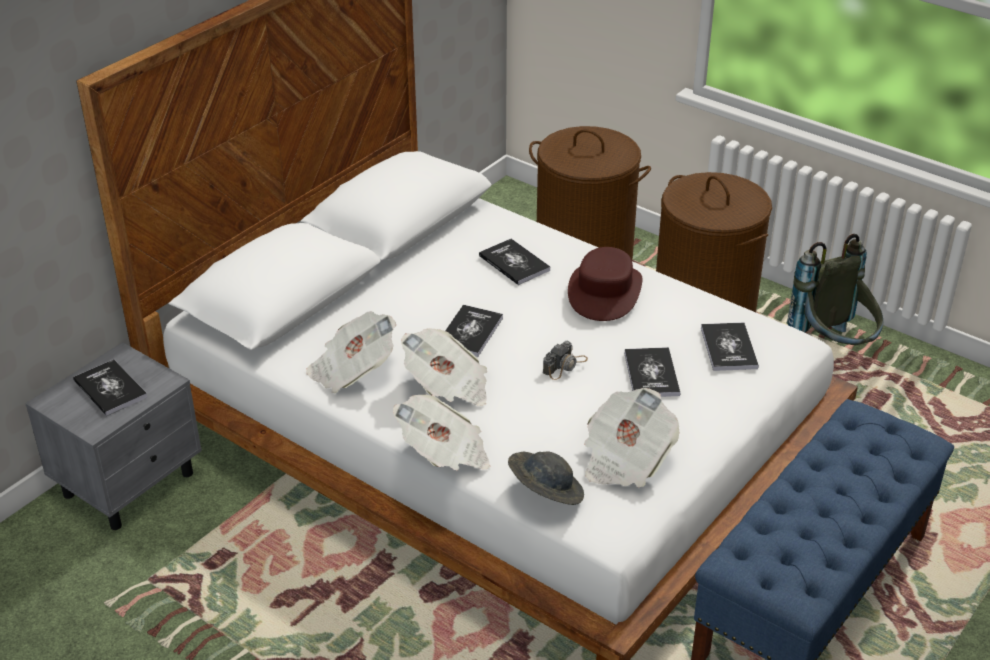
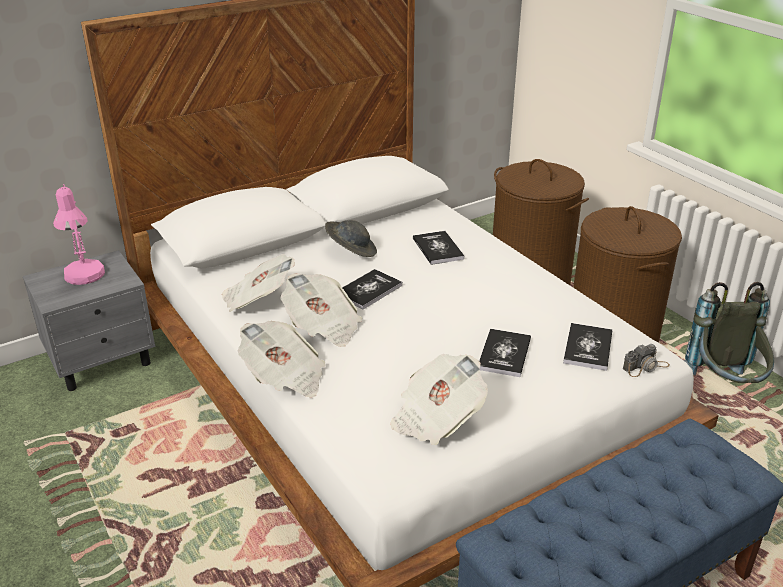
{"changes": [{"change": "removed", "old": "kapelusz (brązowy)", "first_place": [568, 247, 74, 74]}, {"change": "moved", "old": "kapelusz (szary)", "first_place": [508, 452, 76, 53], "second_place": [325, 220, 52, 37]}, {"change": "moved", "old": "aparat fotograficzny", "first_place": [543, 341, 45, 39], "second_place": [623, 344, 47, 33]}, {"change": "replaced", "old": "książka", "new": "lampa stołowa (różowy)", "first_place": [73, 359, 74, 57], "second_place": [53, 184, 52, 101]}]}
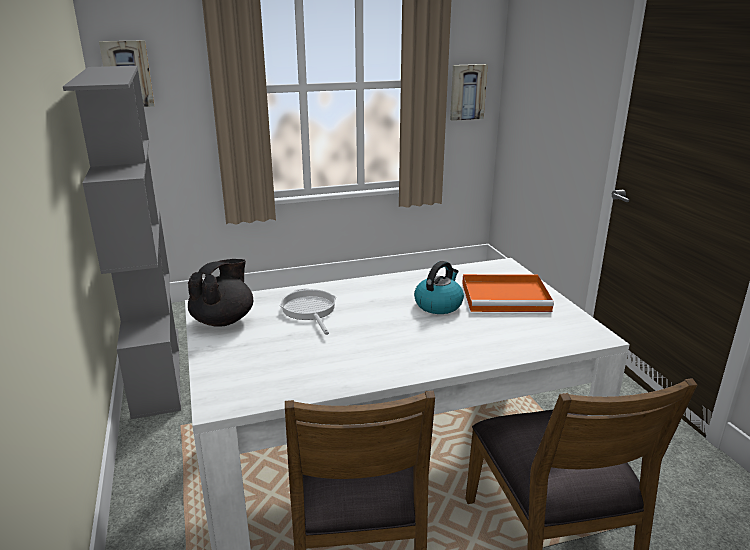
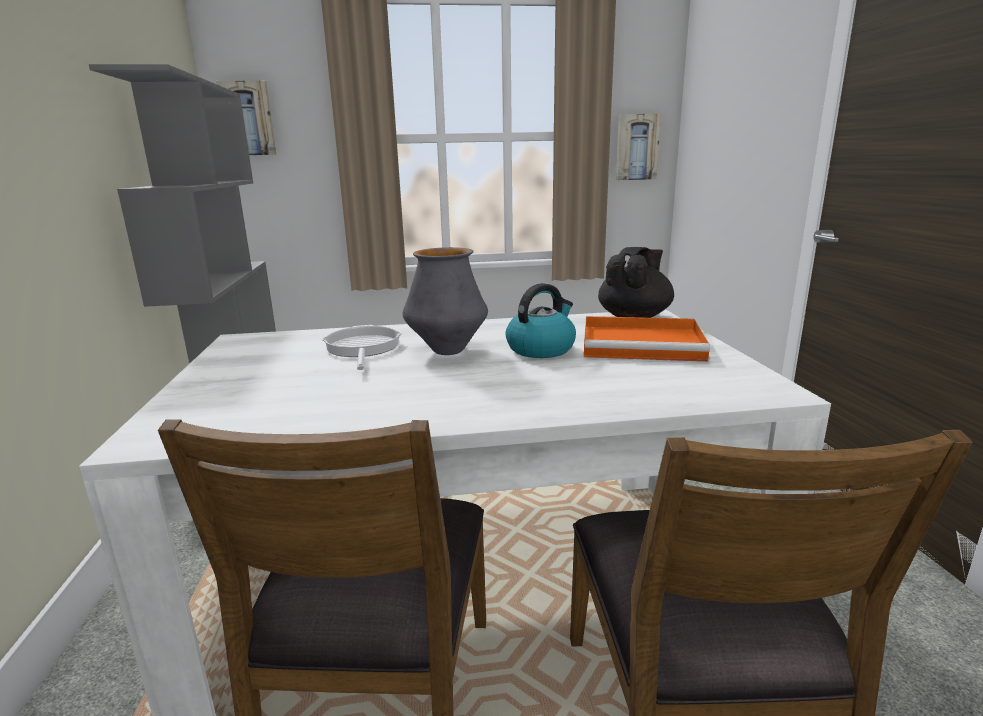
{"changes": [{"change": "added", "new": "wazon", "second_place": [403, 247, 85, 108]}, {"change": "moved", "old": "imbryk (czarny)", "first_place": [188, 259, 65, 68], "second_place": [598, 247, 76, 71]}]}
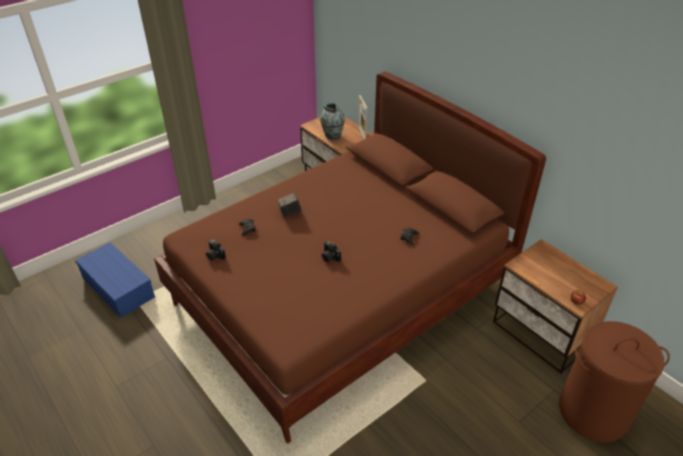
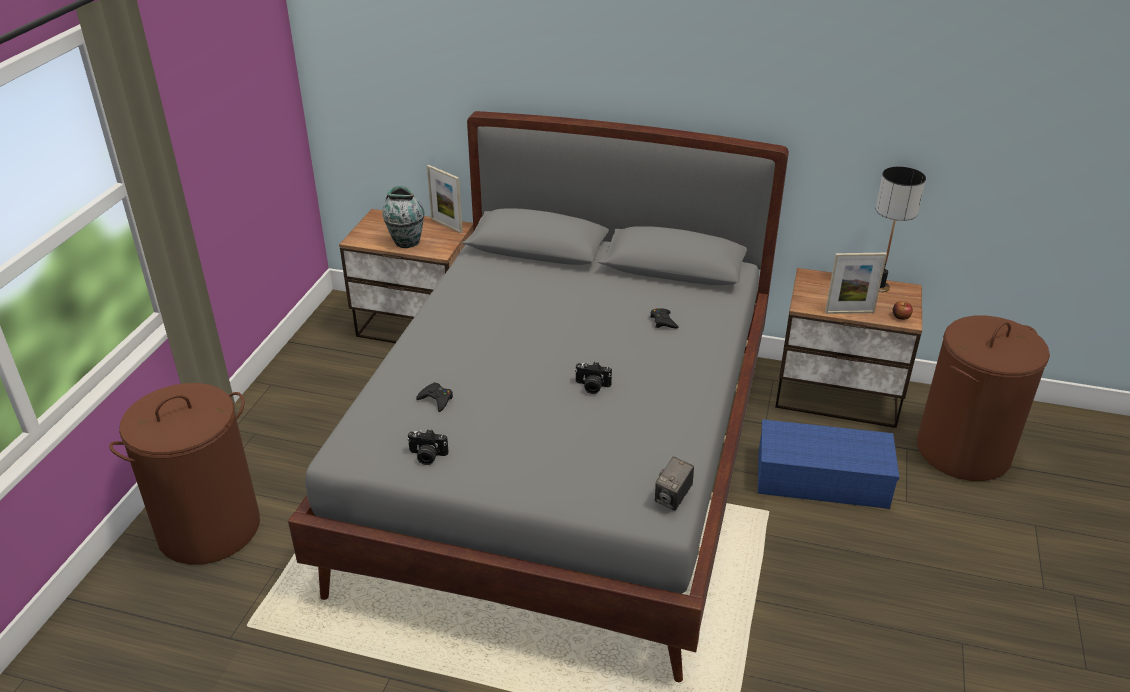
{"changes": [{"change": "added", "new": "kosz na pranie (brązowy)", "second_place": [109, 383, 151, 182]}, {"change": "added", "new": "ramka na zdjęcie", "second_place": [825, 253, 62, 61]}, {"change": "added", "new": "lampa stołowa", "second_place": [875, 167, 51, 125]}, {"change": "moved", "old": "pojemnik do przechowywania (niebieski)", "first_place": [75, 242, 80, 76], "second_place": [758, 419, 141, 90]}, {"change": "moved", "old": "aparat fotograficzny", "first_place": [277, 193, 25, 25], "second_place": [655, 456, 39, 55]}, {"change": "recoloured", "old": "łóżko (brązowy)", "new": "łóżko (szary)", "first_place": [154, 71, 392, 372], "second_place": [288, 111, 501, 571]}]}
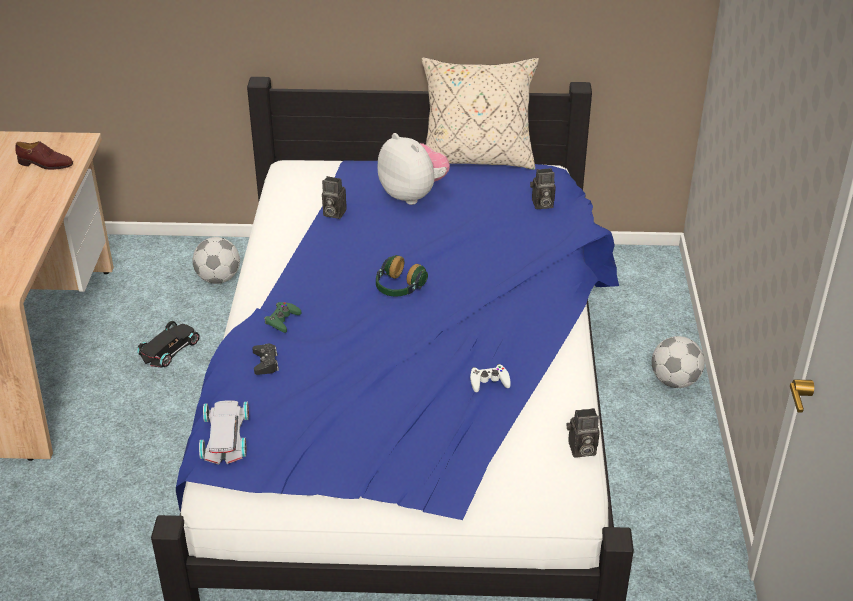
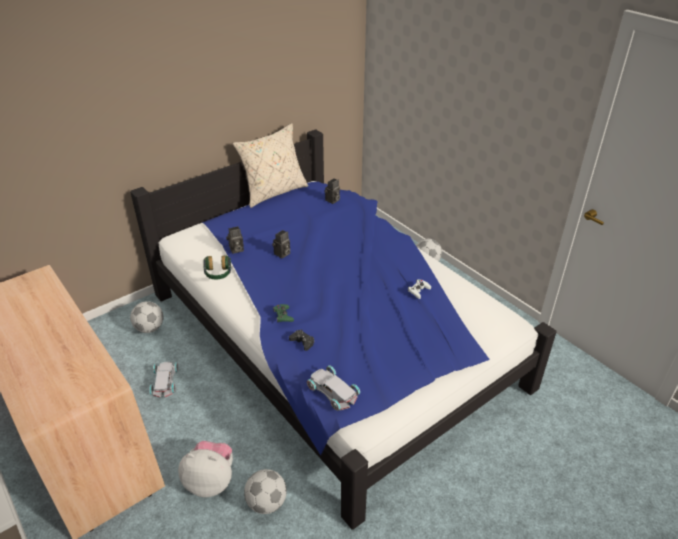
{"changes": [{"change": "removed", "old": "but (brązowy)", "first_place": [15, 141, 58, 29]}, {"change": "added", "new": "piłka futbolowa", "second_place": [244, 469, 43, 45]}, {"change": "moved", "old": "słuchawki", "first_place": [376, 255, 52, 42], "second_place": [203, 255, 28, 25]}, {"change": "moved", "old": "pluszak", "first_place": [378, 133, 72, 72], "second_place": [178, 441, 55, 56]}, {"change": "moved", "old": "aparat fotograficzny", "first_place": [567, 408, 33, 50], "second_place": [272, 230, 18, 28]}, {"change": "recoloured", "old": "samochodzik (czarny)", "new": "samochodzik (biały)", "first_place": [137, 321, 62, 47], "second_place": [149, 362, 29, 36]}]}
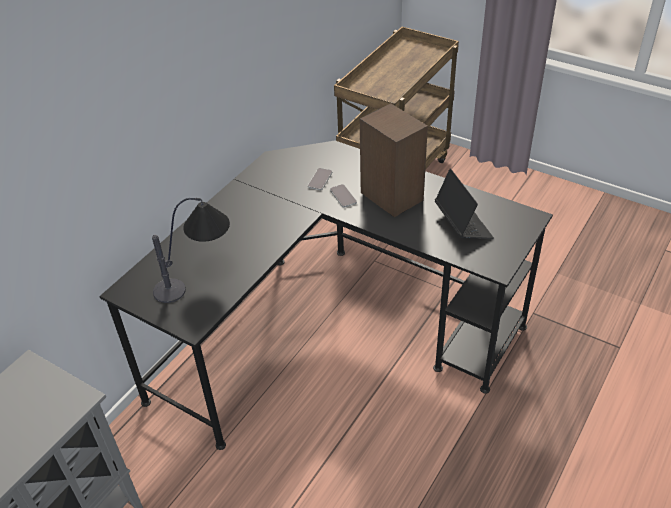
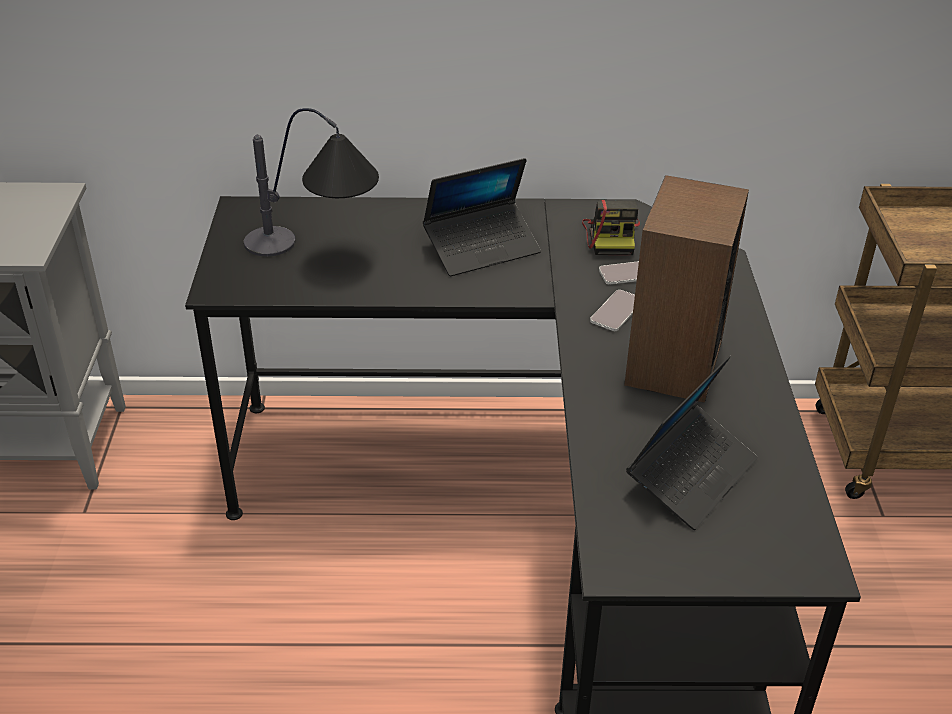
{"changes": [{"change": "added", "new": "laptop", "second_place": [423, 158, 118, 118]}, {"change": "added", "new": "aparat fotograficzny", "second_place": [582, 200, 58, 55]}]}
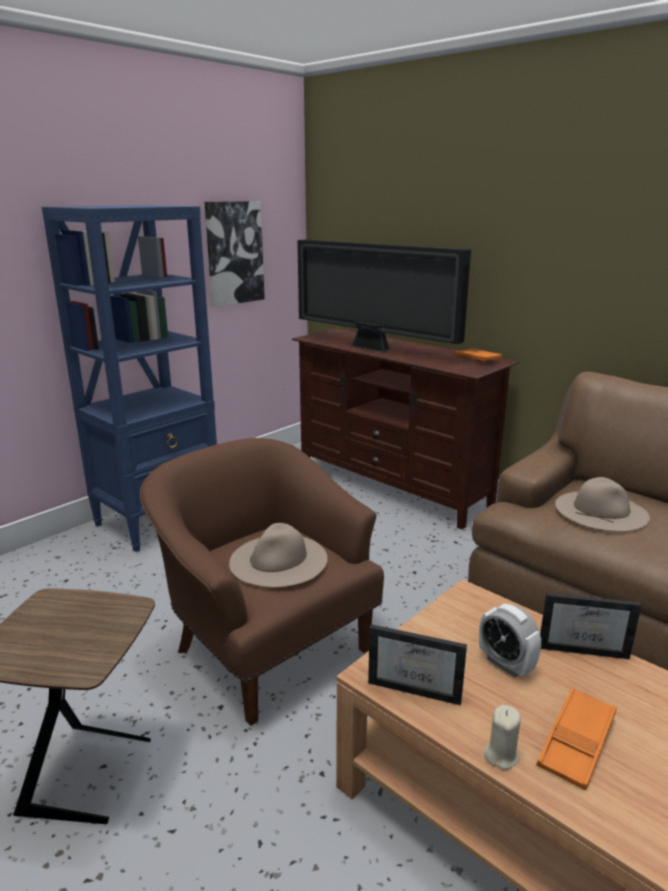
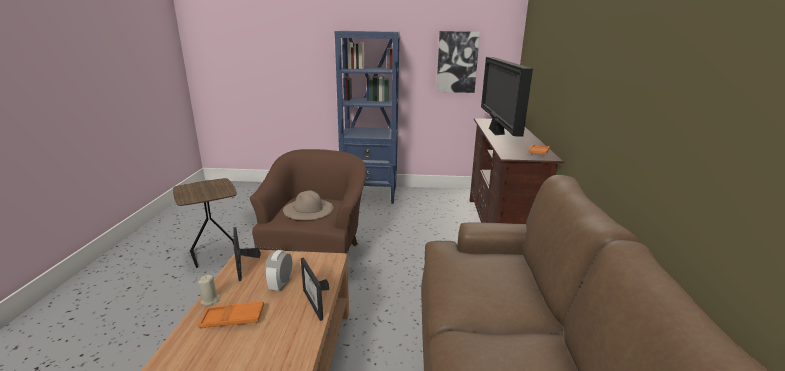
{"changes": [{"change": "removed", "old": "kapelusz (beżowy)", "first_place": [555, 477, 95, 55]}]}
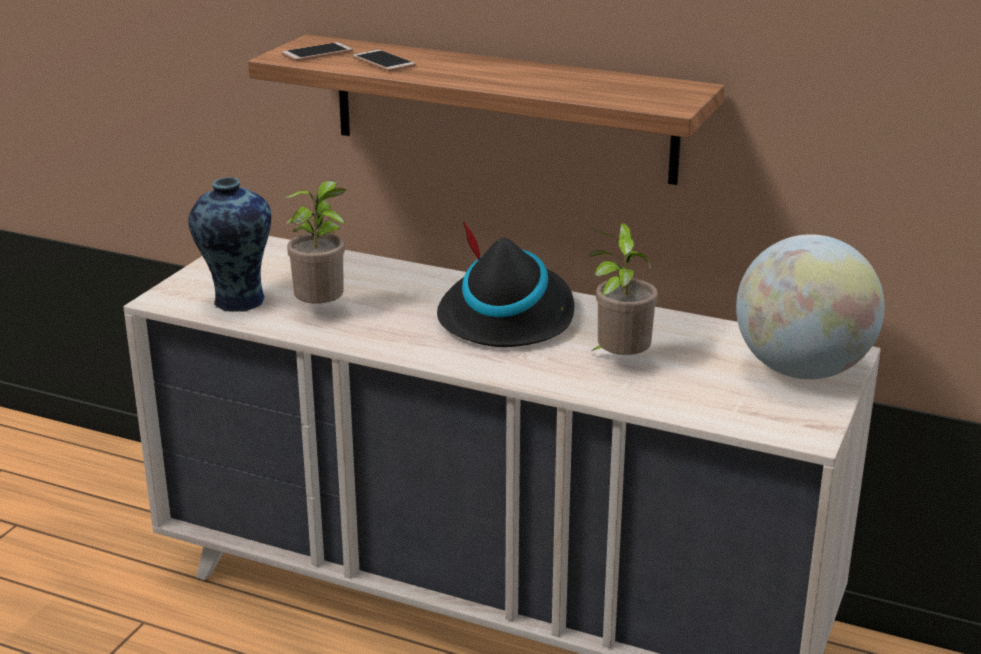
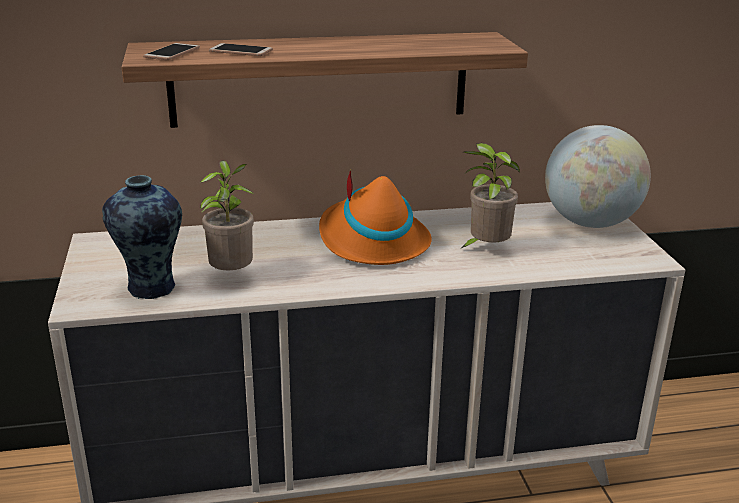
{"changes": [{"change": "recoloured", "old": "kapelusz (czarny)", "new": "kapelusz (pomarańczowy)", "first_place": [437, 221, 137, 126], "second_place": [319, 170, 113, 95]}]}
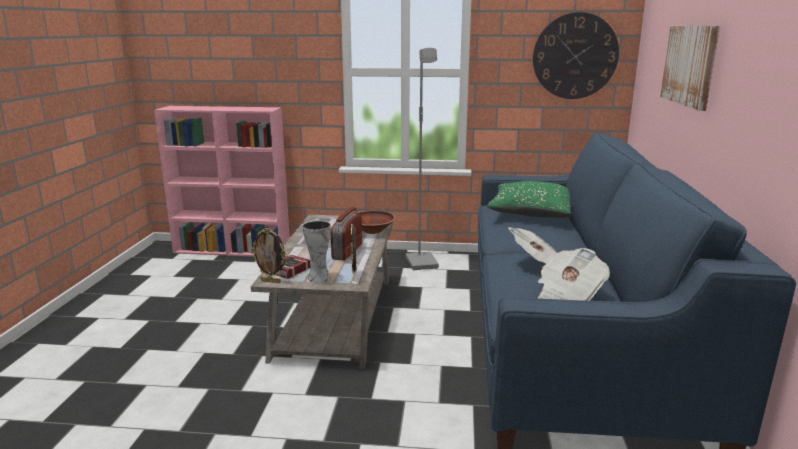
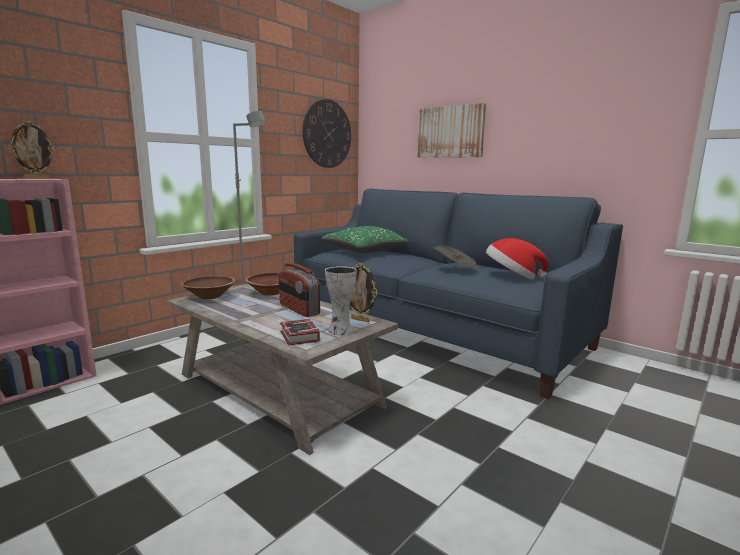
{"changes": [{"change": "added", "new": "miska (brązowy)", "second_place": [181, 276, 54, 23]}, {"change": "moved", "old": "ramka na zdjęcie", "first_place": [251, 228, 36, 55], "second_place": [9, 121, 46, 58]}, {"change": "replaced", "old": "gazeta", "new": "kapelusz", "first_place": [538, 248, 72, 53], "second_place": [486, 238, 62, 41]}]}
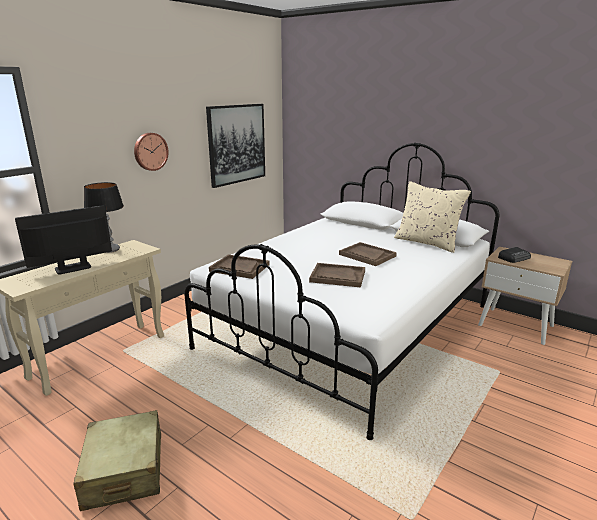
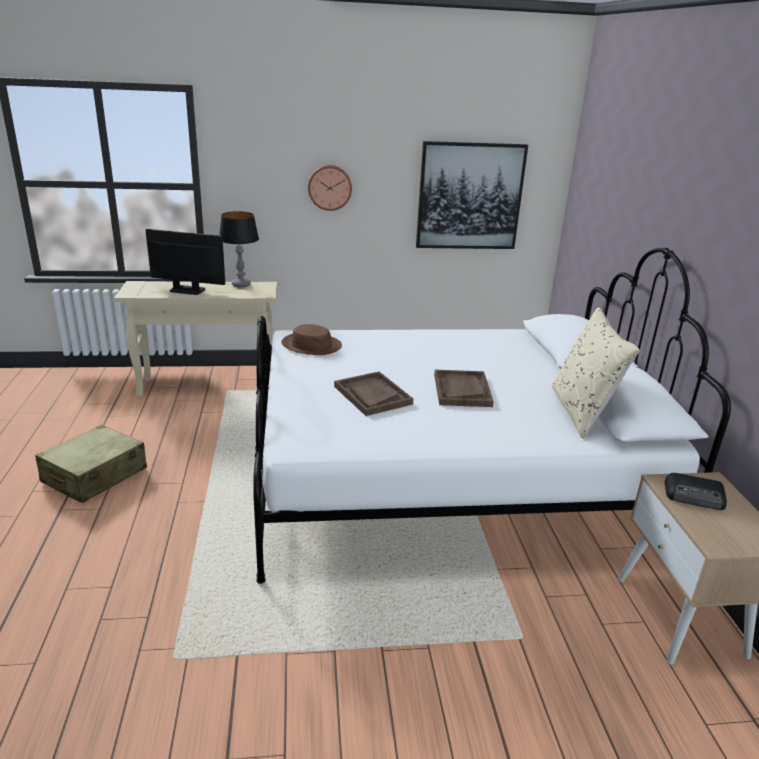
{"changes": [{"change": "replaced", "old": "taca (brązowy)", "new": "kapelusz (brązowy)", "first_place": [209, 254, 61, 25], "second_place": [281, 324, 61, 31]}]}
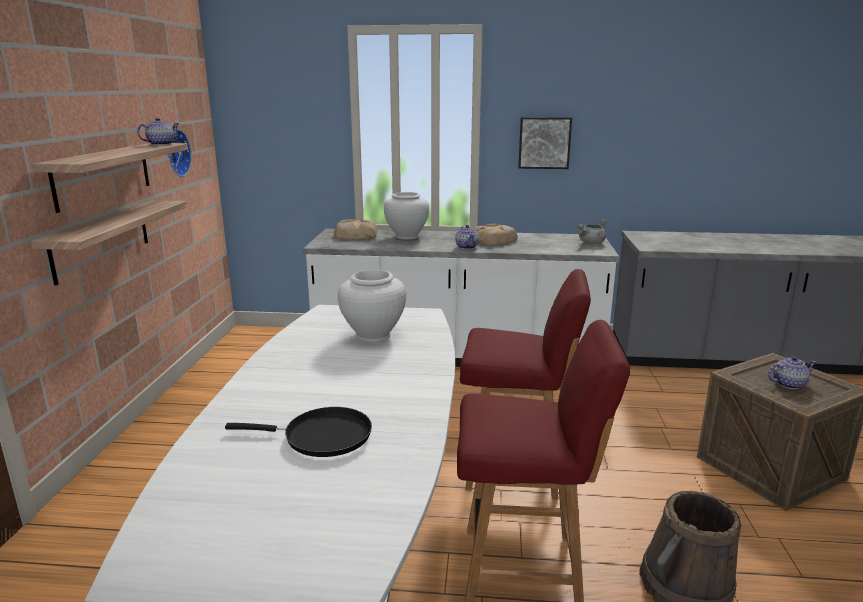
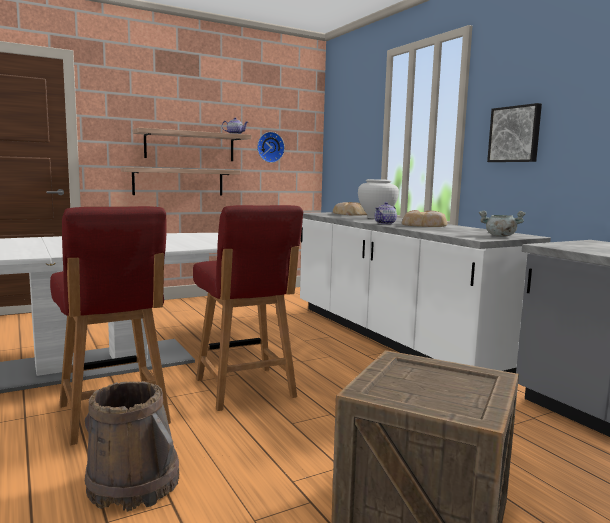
{"changes": [{"change": "removed", "old": "patelnia (czarny)", "first_place": [225, 407, 147, 50]}, {"change": "removed", "old": "wazon (biały)", "first_place": [338, 270, 68, 72]}, {"change": "removed", "old": "imbryk", "first_place": [768, 356, 48, 33]}]}
